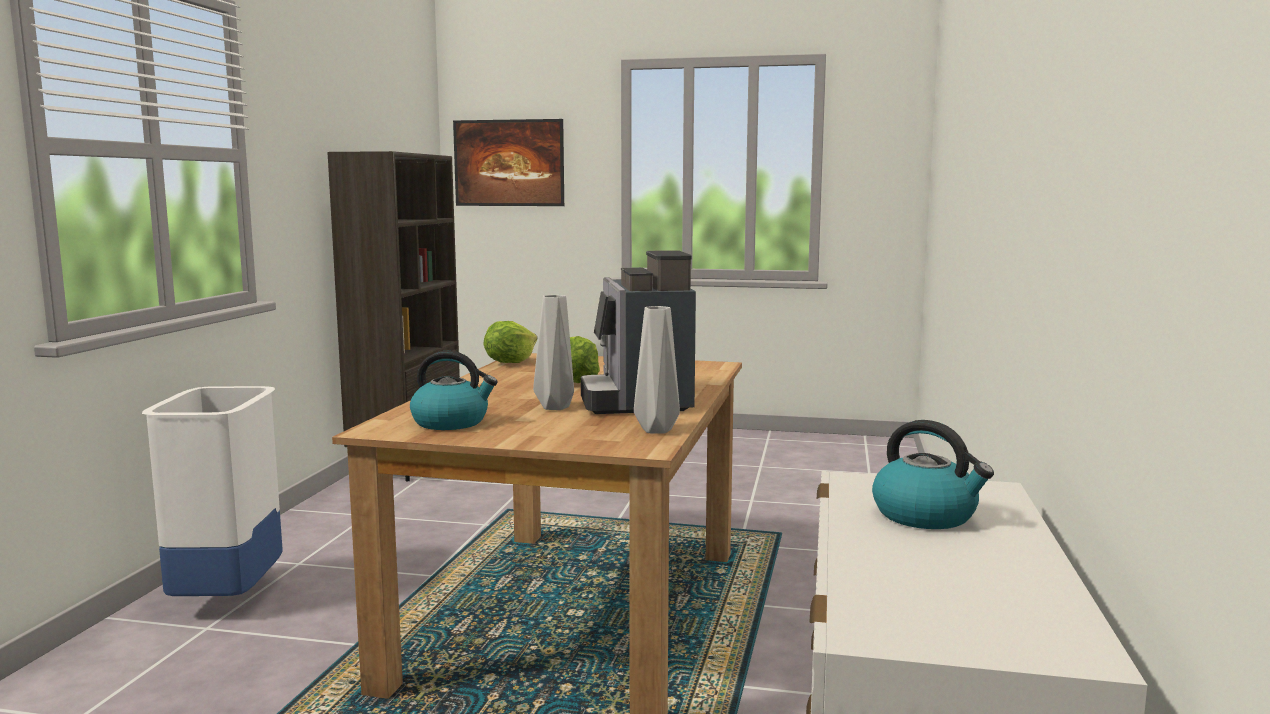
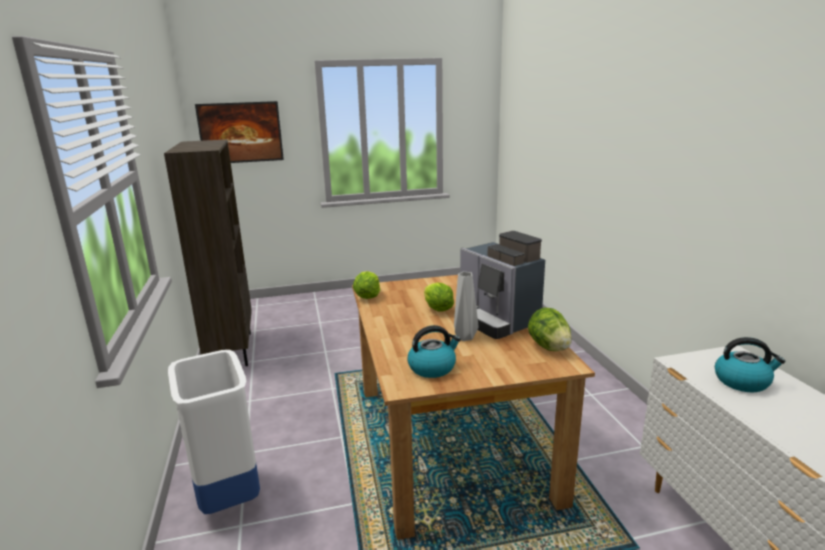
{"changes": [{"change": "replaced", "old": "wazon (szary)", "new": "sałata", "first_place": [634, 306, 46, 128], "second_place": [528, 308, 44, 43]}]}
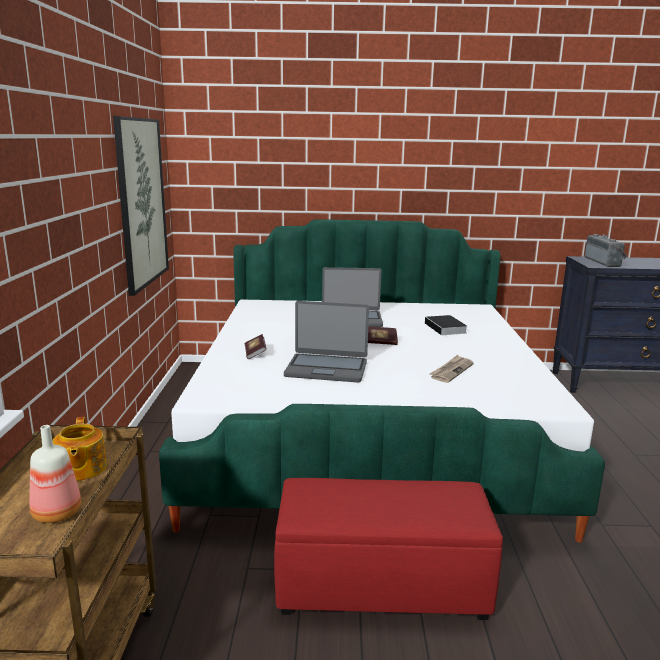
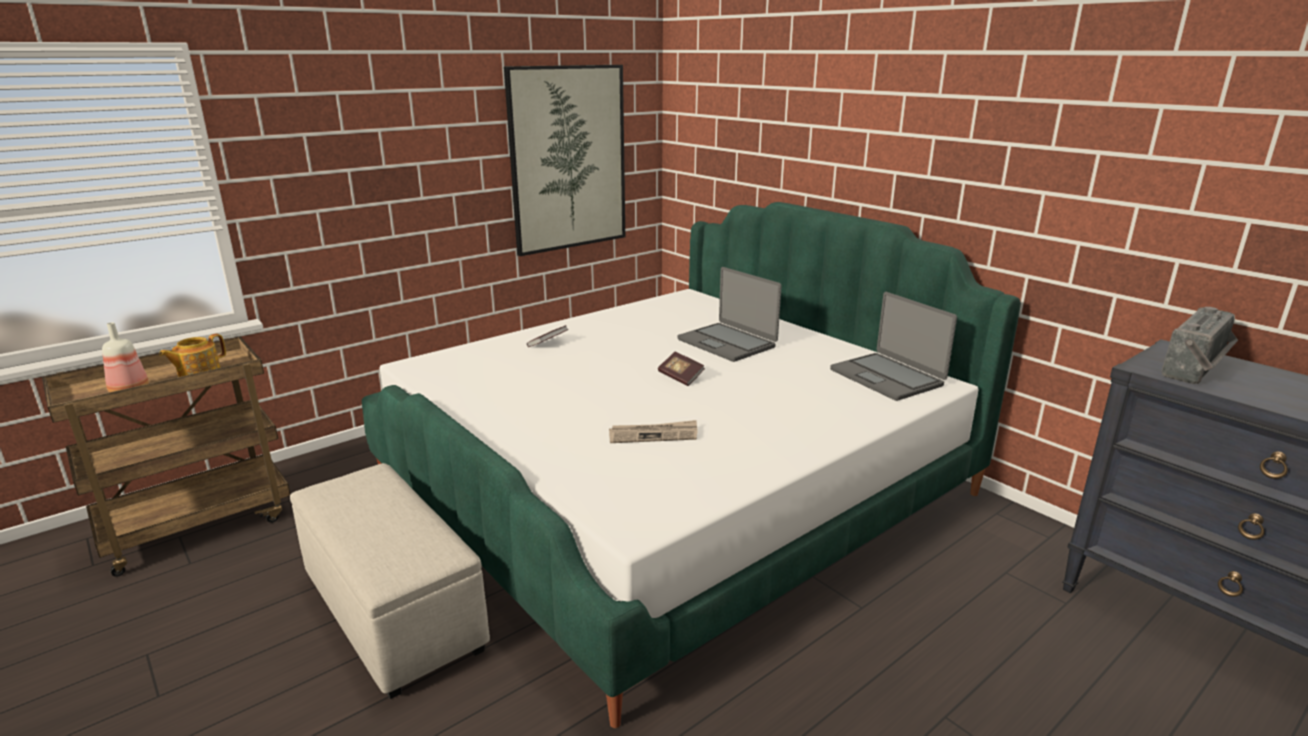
{"changes": [{"change": "removed", "old": "książka", "first_place": [425, 315, 42, 22]}, {"change": "moved", "old": "laptop", "first_place": [284, 301, 85, 82], "second_place": [830, 292, 127, 109]}, {"change": "recoloured", "old": "pufa (czerwony)", "new": "pufa (beżowy)", "first_place": [274, 478, 229, 142], "second_place": [290, 463, 200, 236]}]}
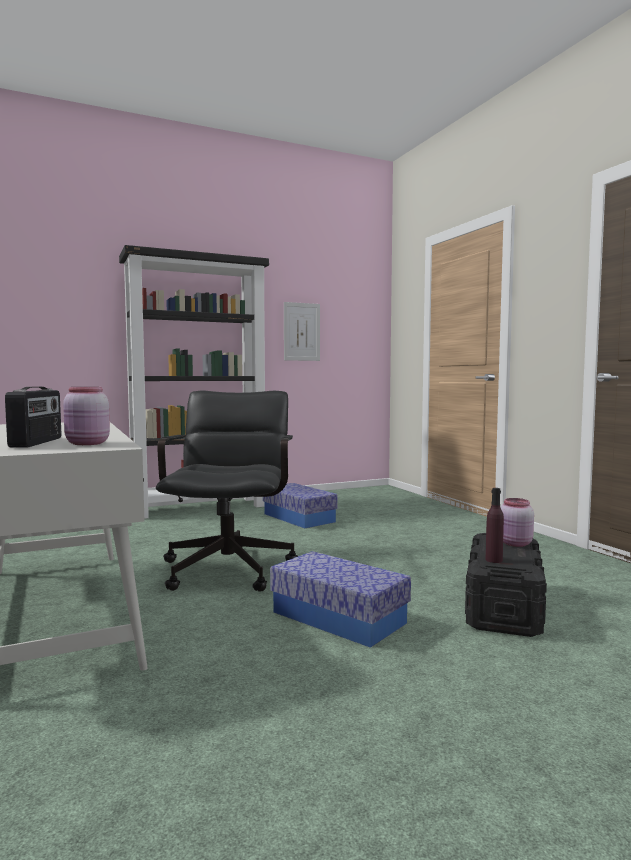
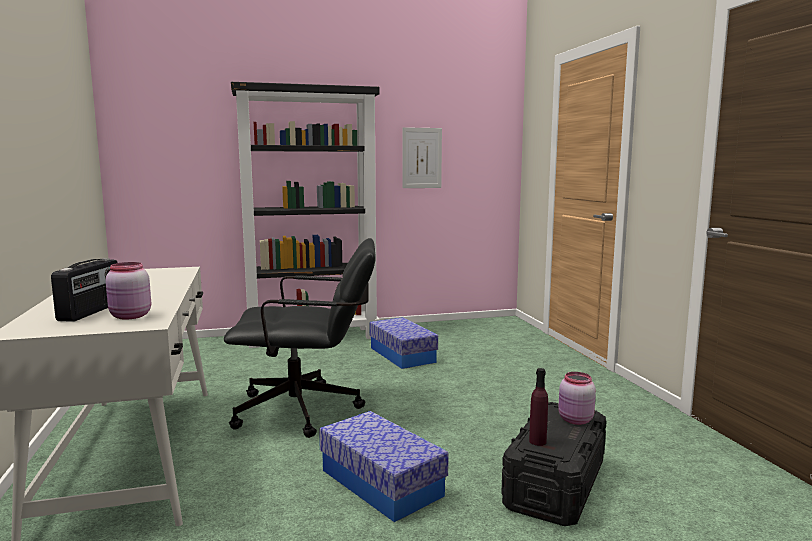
{"changes": [{"change": "turned", "old": "krzesło biurowe (czarny)", "first_place": [156, 391, 142, 201], "second_place": [224, 238, 152, 200], "degrees": 75}]}
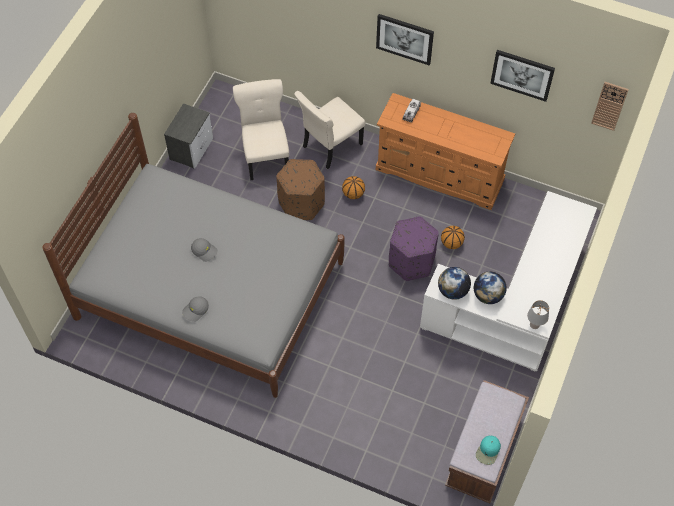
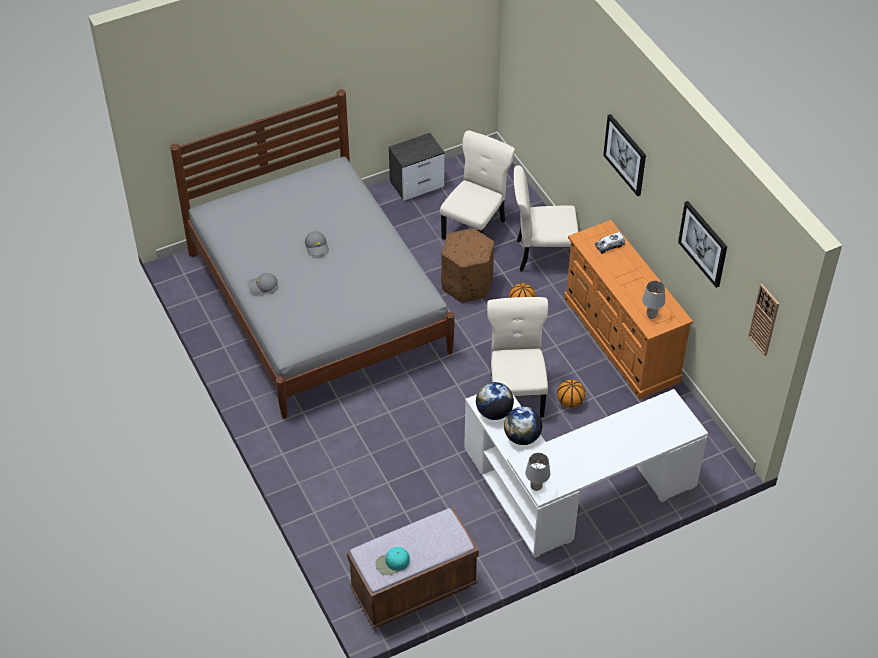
{"changes": [{"change": "added", "new": "lampa stołowa (szary)", "second_place": [642, 281, 23, 37]}, {"change": "replaced", "old": "pufa (fioletowy)", "new": "krzesło (beżowy)", "first_place": [389, 216, 50, 65], "second_place": [487, 297, 61, 120]}]}
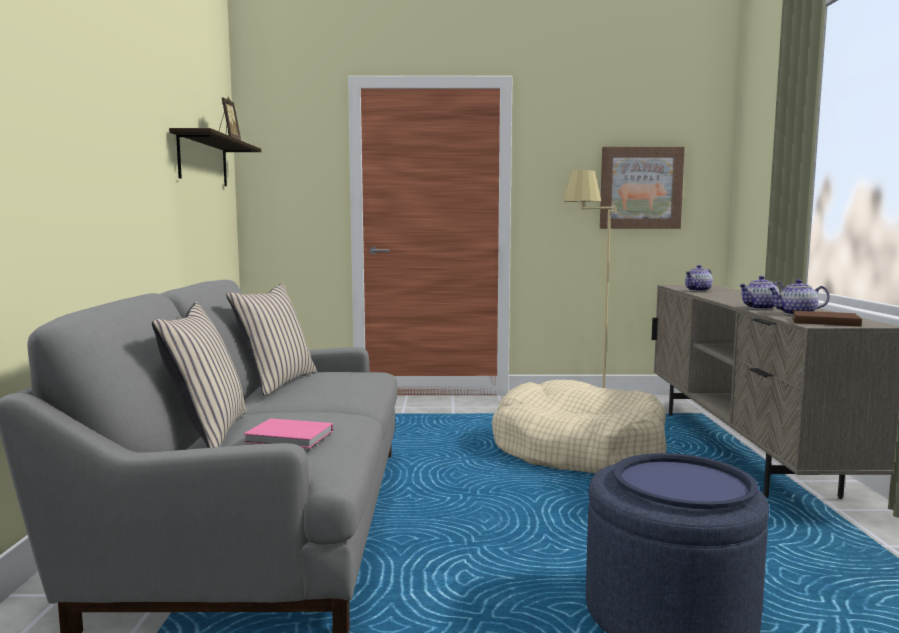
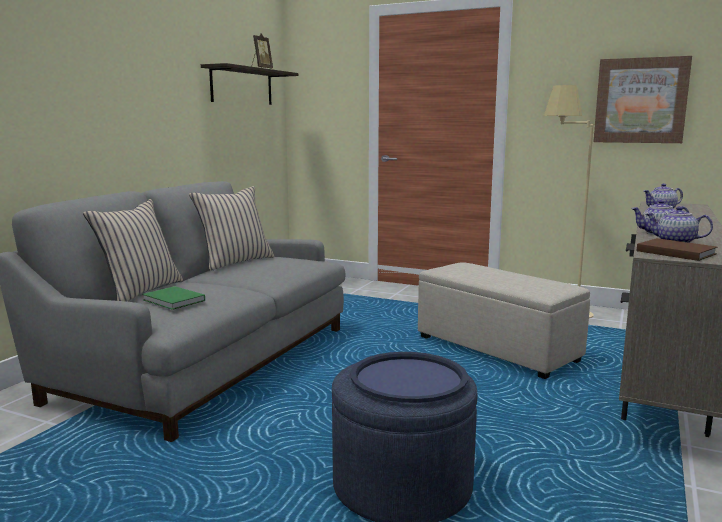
{"changes": [{"change": "replaced", "old": "legowisko (beżowy)", "new": "pufa (beżowy)", "first_place": [492, 380, 174, 93], "second_place": [418, 262, 172, 117]}, {"change": "recoloured", "old": "książka (różowy)", "new": "książka (zielony)", "first_place": [243, 418, 90, 30], "second_place": [142, 286, 63, 24]}]}
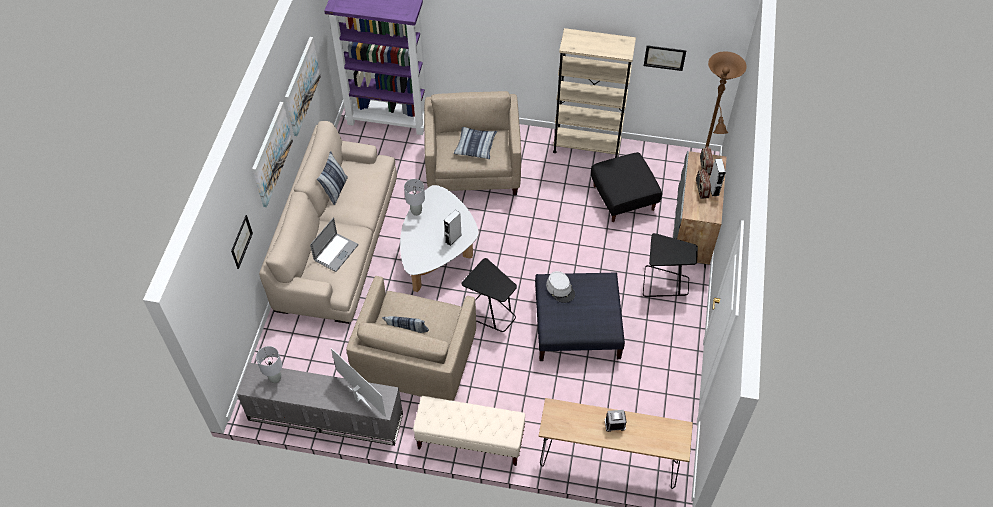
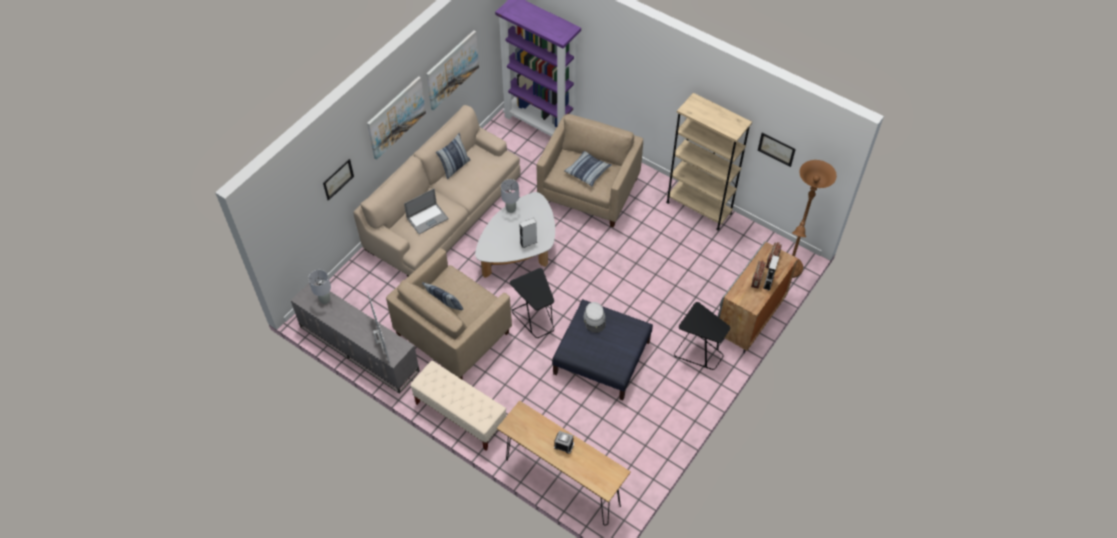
{"changes": [{"change": "removed", "old": "pufa (czarny)", "first_place": [591, 152, 71, 70]}]}
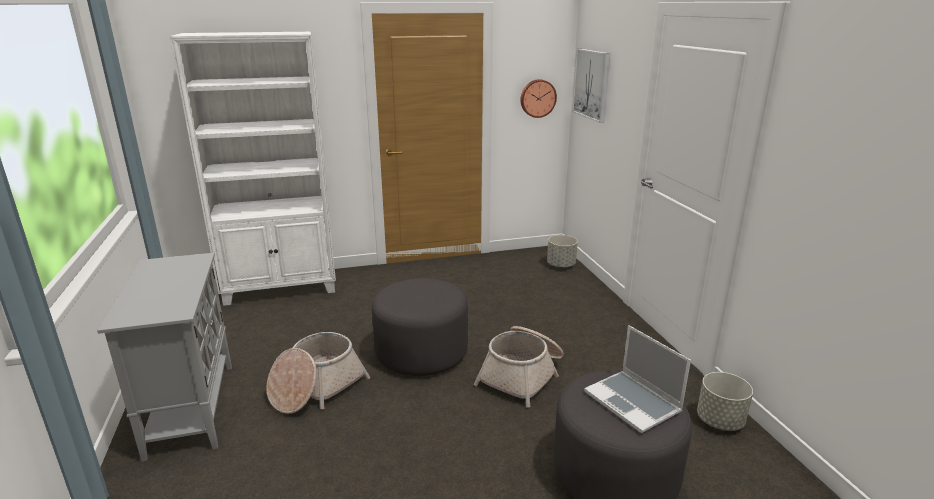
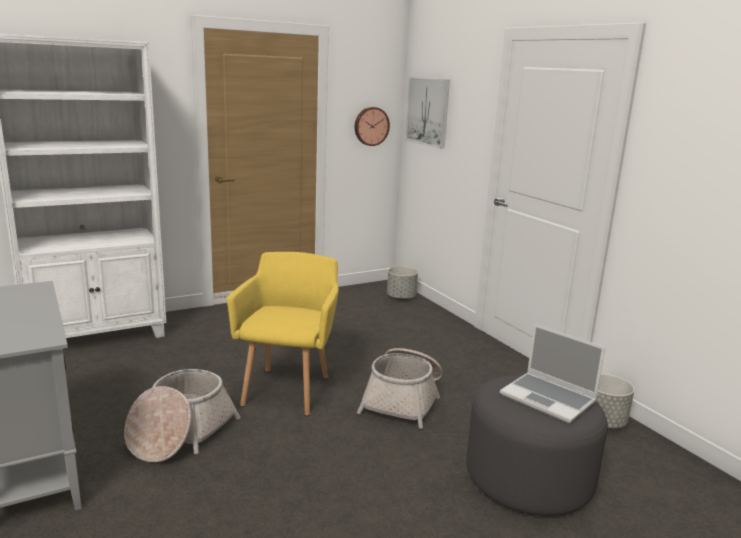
{"changes": [{"change": "replaced", "old": "pufa (szary)", "new": "fotel (żółty)", "first_place": [372, 278, 96, 98], "second_place": [227, 252, 112, 164]}]}
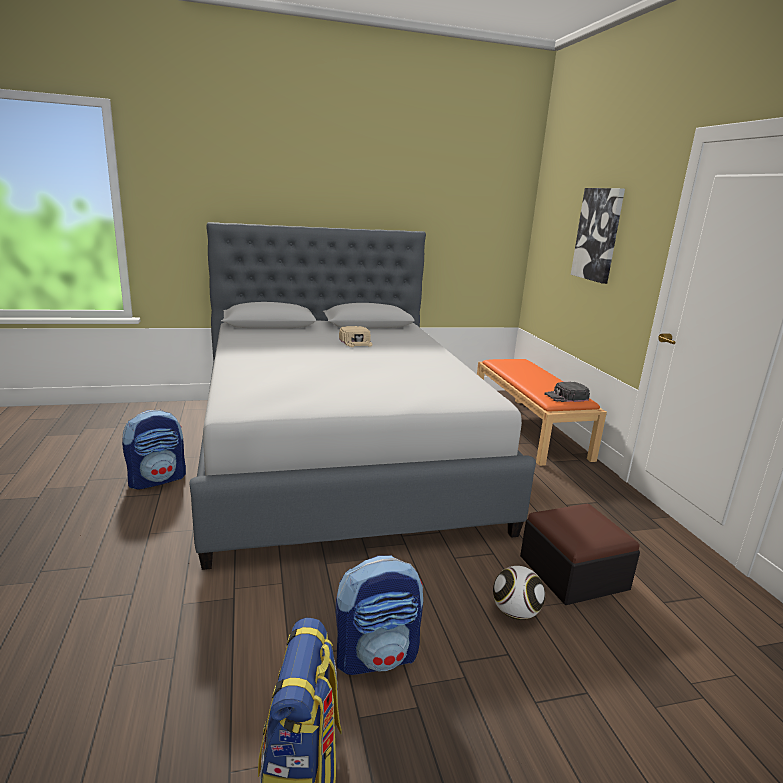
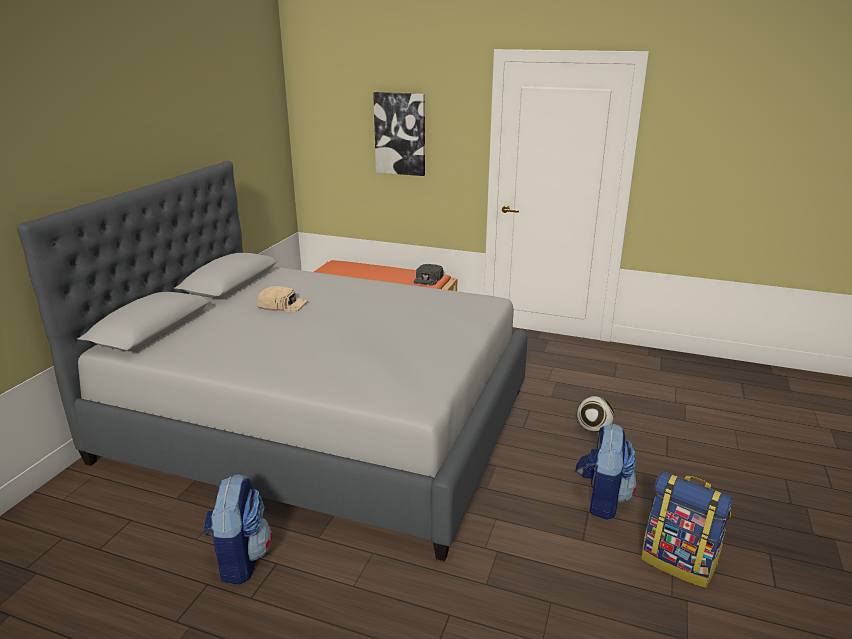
{"changes": [{"change": "removed", "old": "pufa", "first_place": [520, 504, 120, 101]}]}
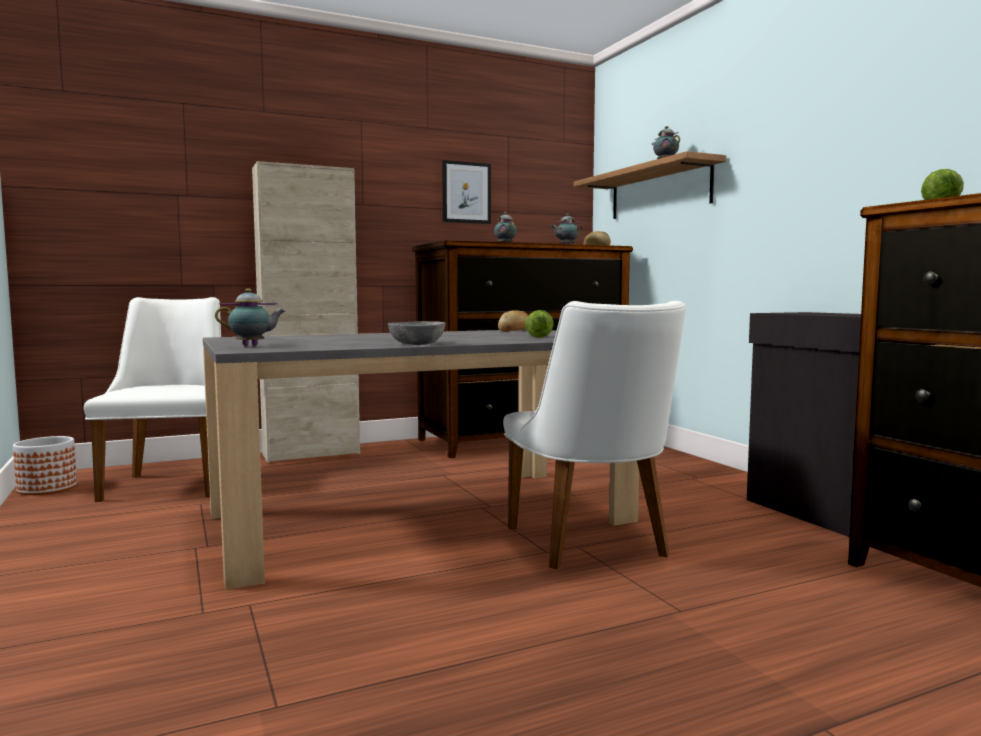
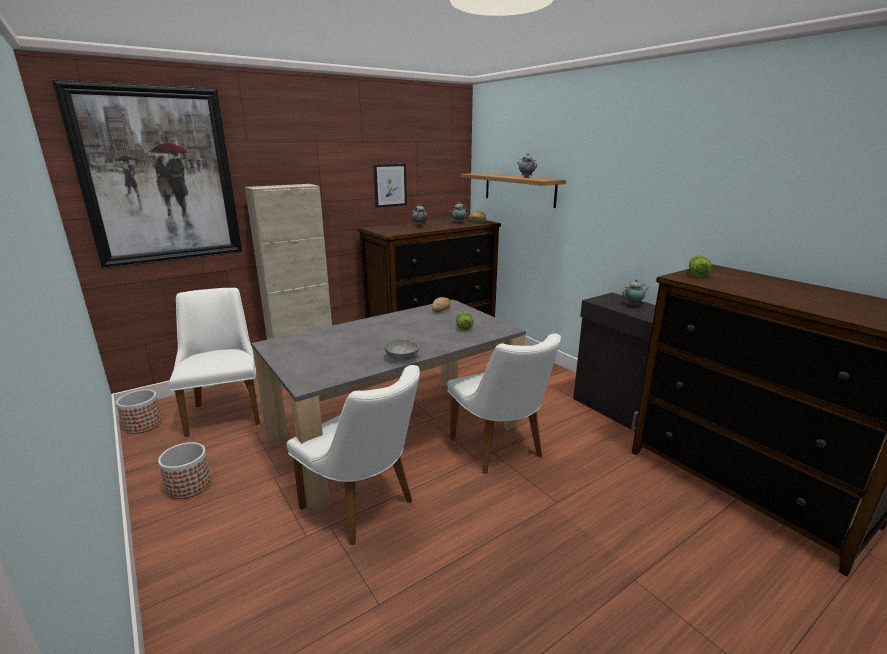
{"changes": [{"change": "added", "new": "obraz", "second_place": [52, 80, 190, 189]}, {"change": "added", "new": "donica", "second_place": [158, 442, 53, 57]}, {"change": "added", "new": "krzesło (biały)", "second_place": [286, 365, 134, 180]}, {"change": "moved", "old": "imbryk", "first_place": [215, 288, 71, 58], "second_place": [622, 279, 26, 27]}]}
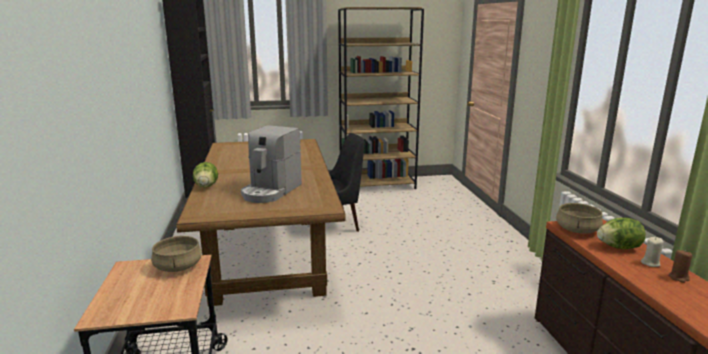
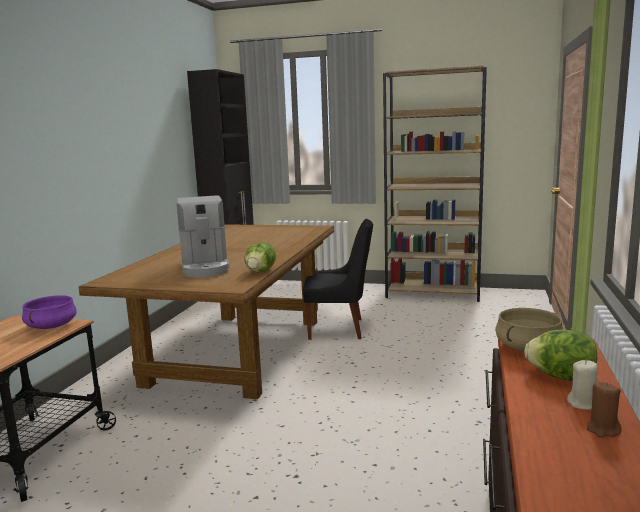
{"changes": [{"change": "moved", "old": "sałata", "first_place": [193, 162, 25, 25], "second_place": [244, 242, 32, 30]}, {"change": "recoloured", "old": "garnek (beżowy)", "new": "garnek (fioletowy)", "first_place": [151, 236, 51, 36], "second_place": [22, 295, 54, 34]}, {"change": "turned", "old": "ekspres do kawy", "first_place": [241, 125, 61, 78], "second_place": [177, 195, 52, 83], "degrees": -60}]}
